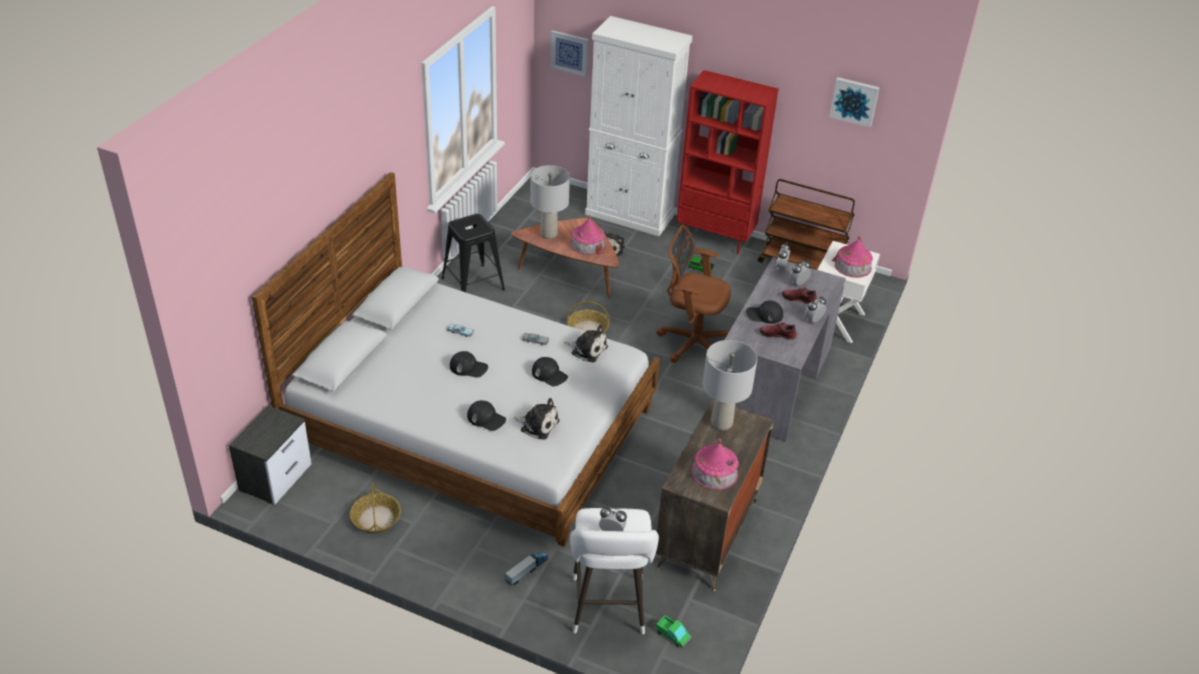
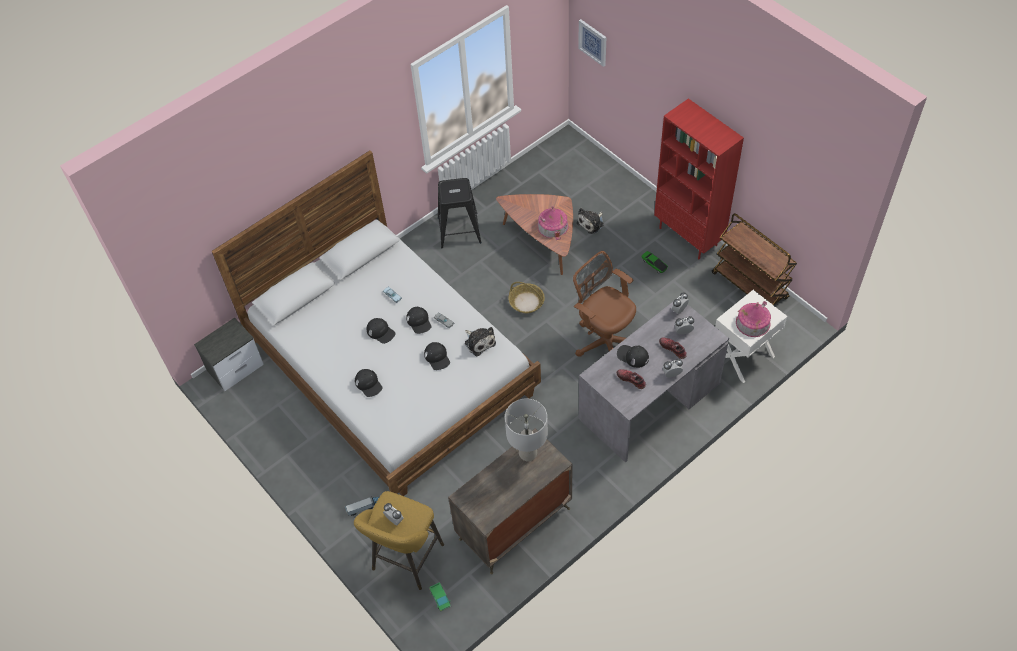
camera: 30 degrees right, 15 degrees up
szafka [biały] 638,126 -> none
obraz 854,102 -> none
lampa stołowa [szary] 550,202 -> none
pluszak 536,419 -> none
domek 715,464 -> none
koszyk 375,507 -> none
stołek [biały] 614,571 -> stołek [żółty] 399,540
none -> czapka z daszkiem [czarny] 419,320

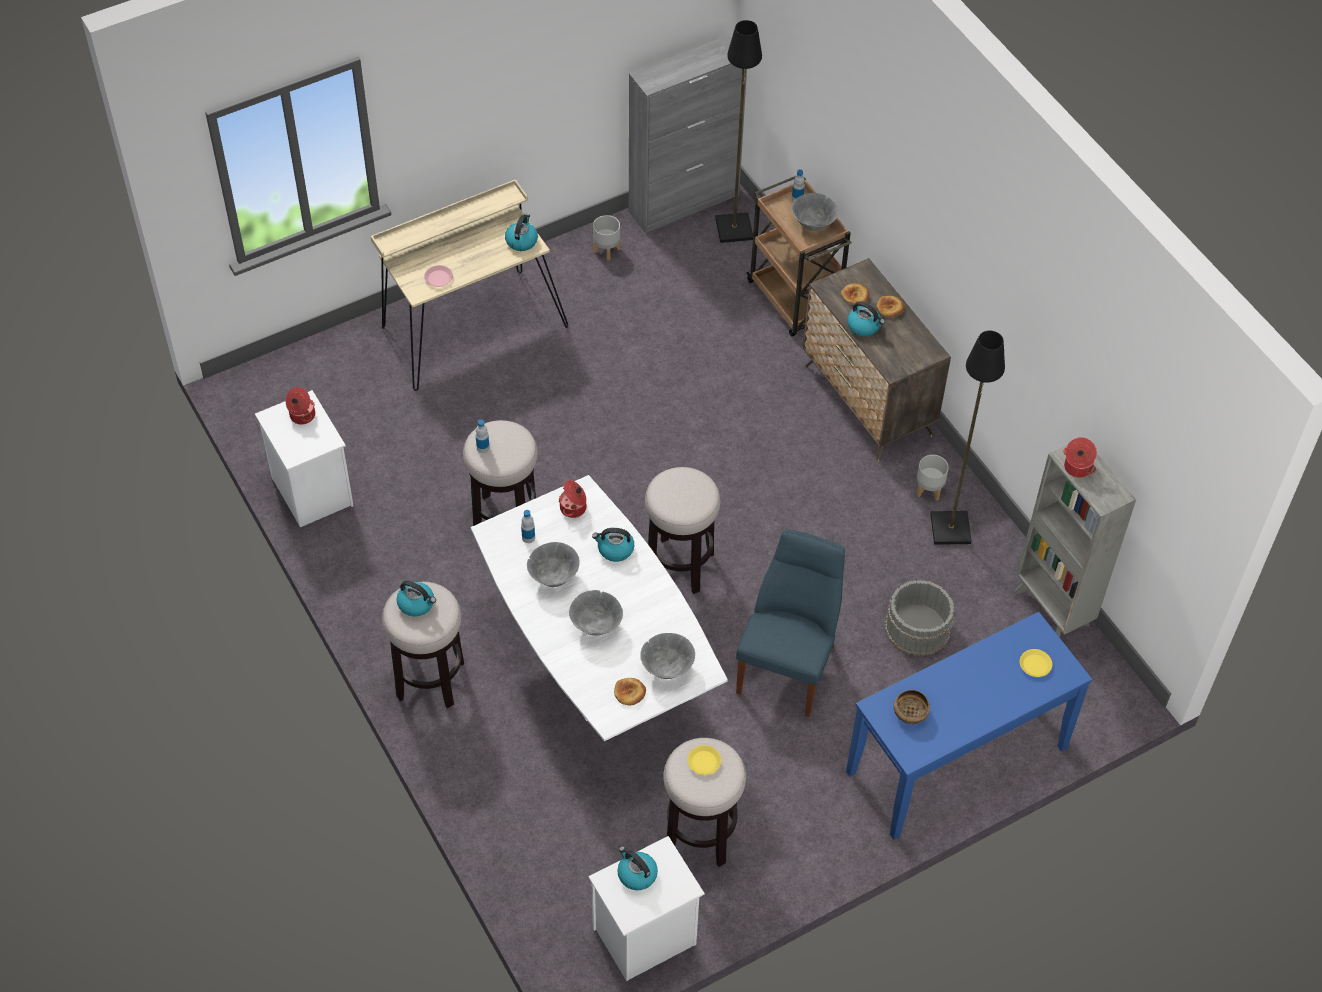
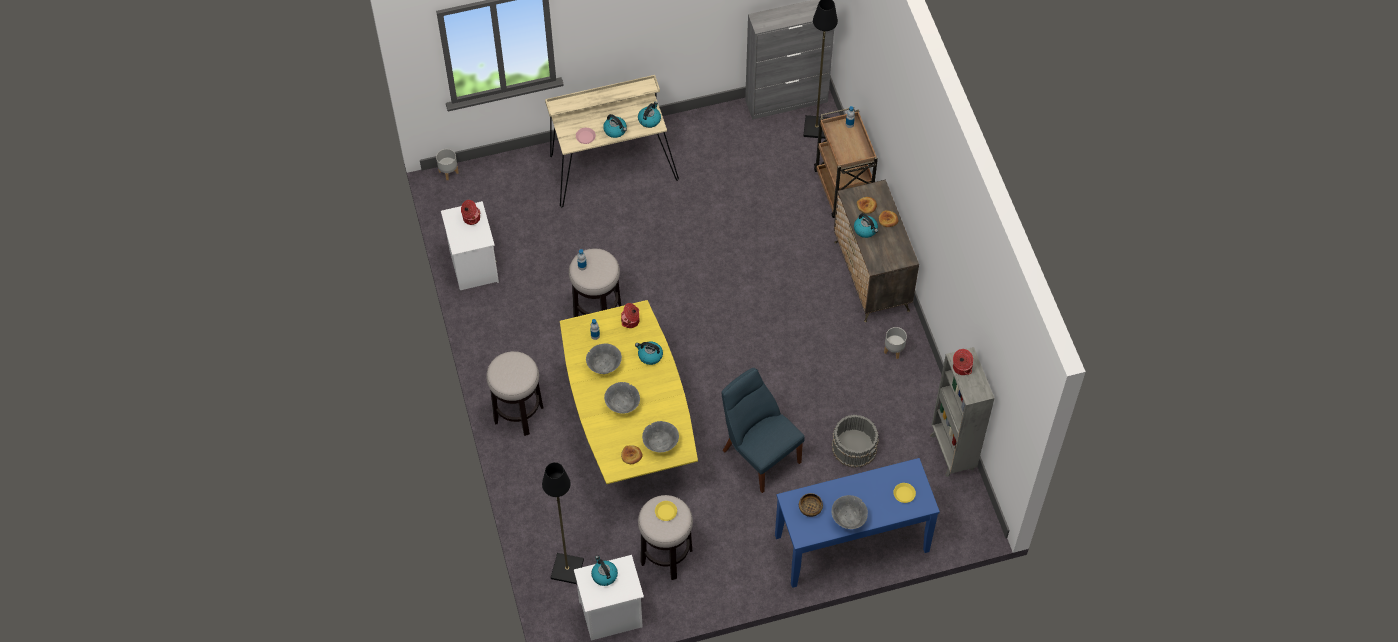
camera: 15 degrees right, 5 degrees up
miska [szary] 815,212 -> miska [szary] 850,512, relocated
donica [szary] 606,237 -> donica [szary] 447,164, relocated
lampa stojąca [czarny] 967,438 -> lampa stojąca [czarny] 563,523, relocated
stołek 682,530 -> none
stół jadalny [biały] 599,608 -> stół jadalny [żółty] 629,392
krzesło [niebieski] 790,623 -> krzesło [niebieski] 763,430, 75 degrees counterclockwise
czajnik 416,599 -> czajnik 615,126, relocated

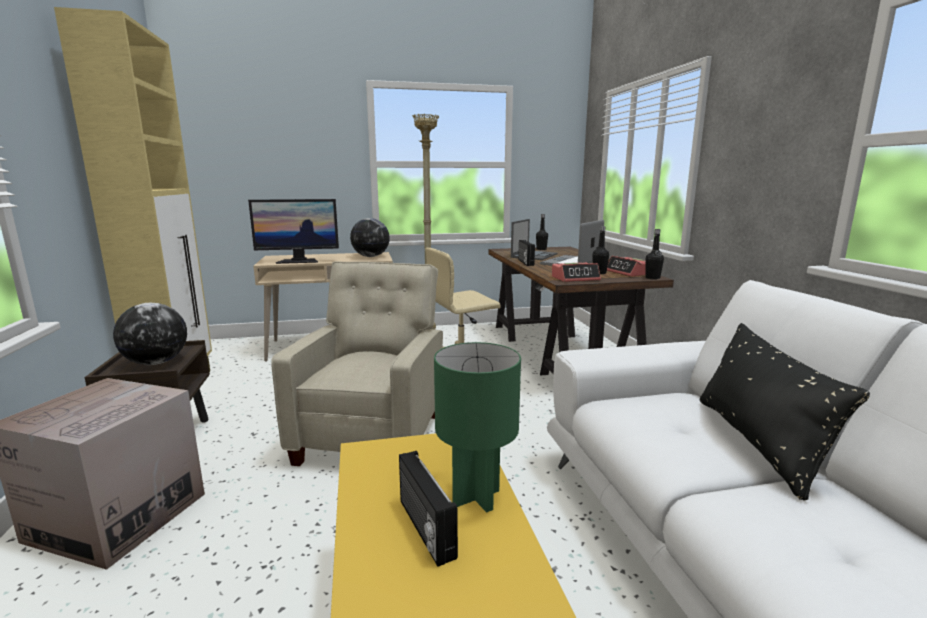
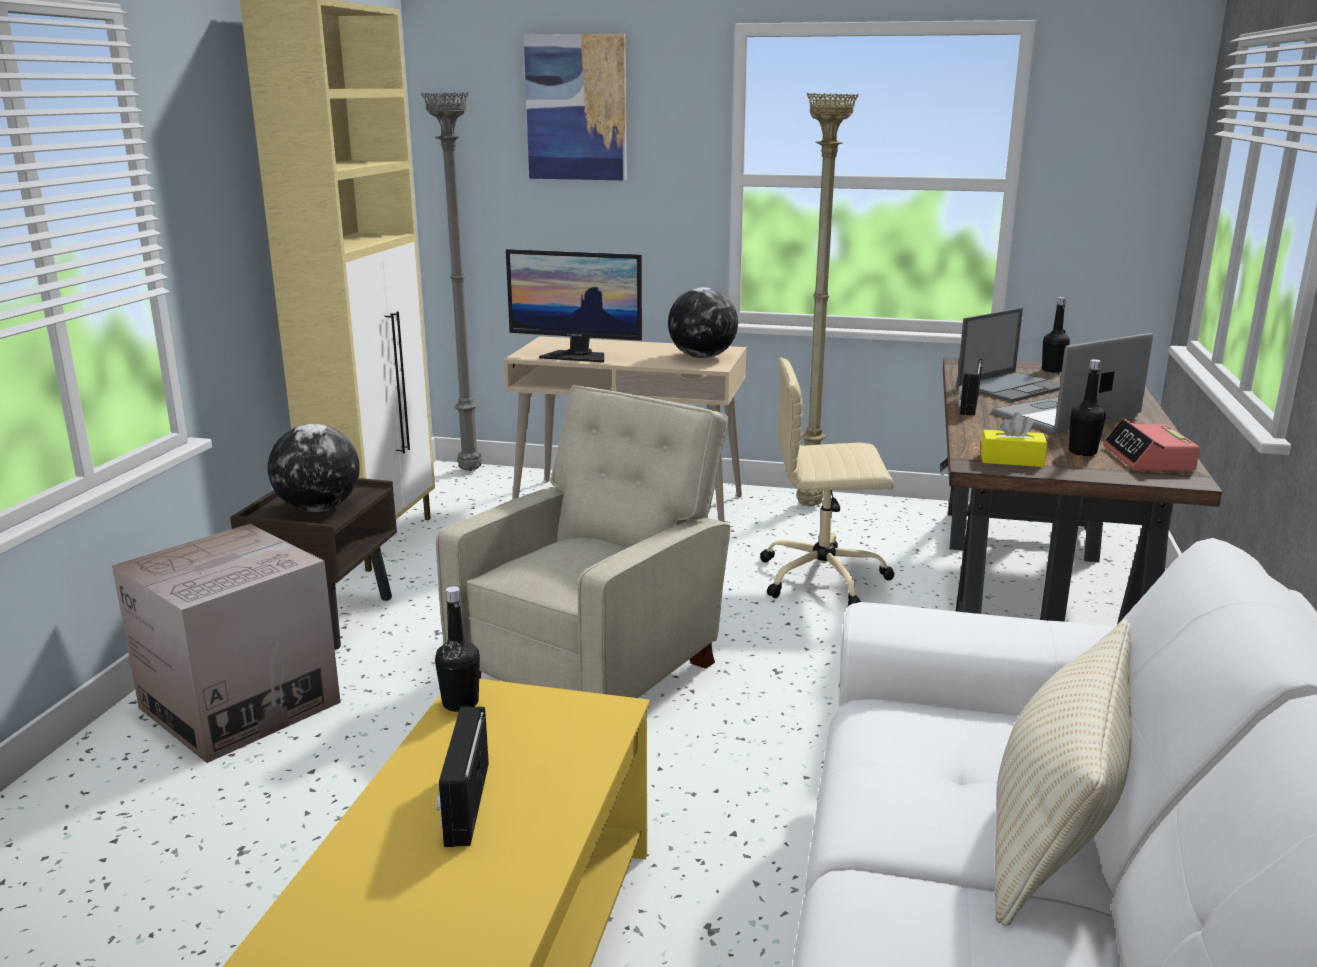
camera: 25 degrees right, 5 degrees up
butelka [czarny] 654,254 -> butelka [czarny] 457,649, relocated
budzik 576,272 -> pudełko chusteczek [żółty] 1014,439
poduszka [czarny] 784,412 -> poduszka [beżowy] 1063,772
lampa stołowa [zielony] 477,427 -> none
none -> obraz 575,107
none -> lampa stojąca [szary] 451,281

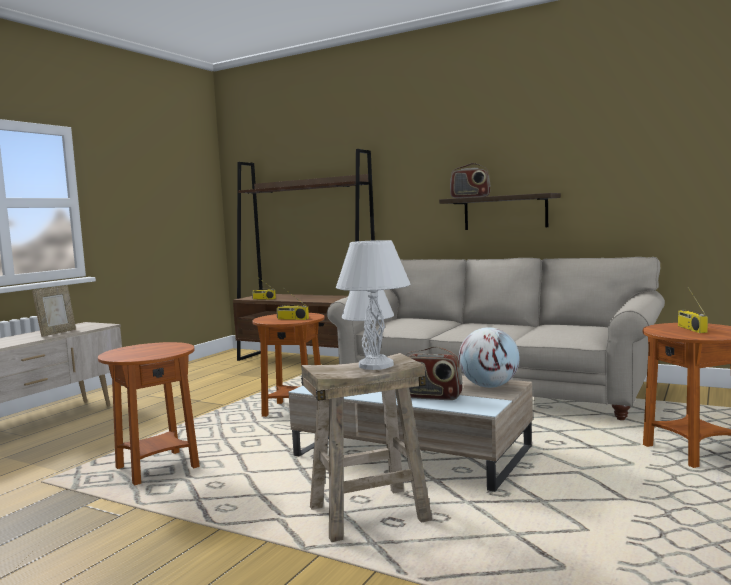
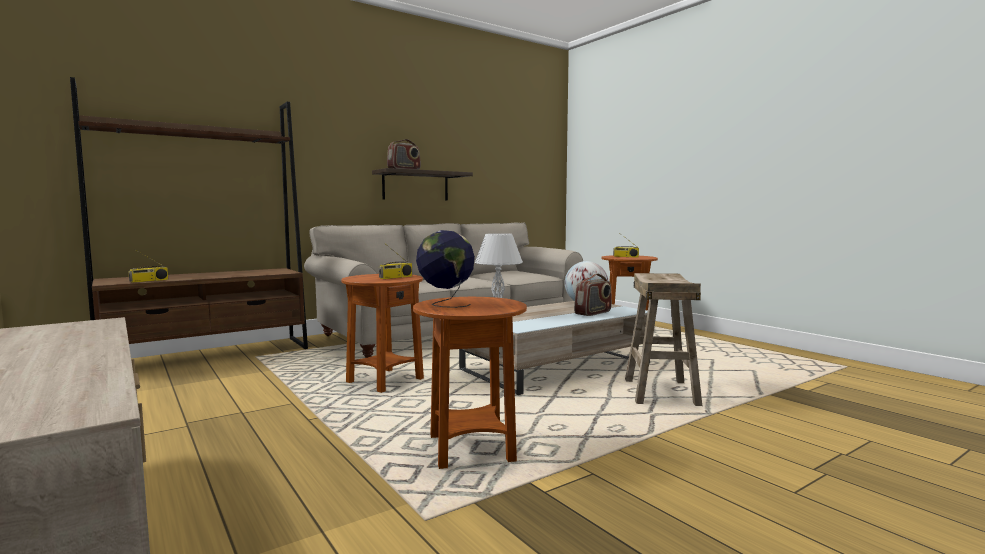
camera: 65 degrees left, 0 degrees up
lampa stołowa [biały] 373,305 -> none
ramka na zdjęcie 54,311 -> none
none -> globus 445,269

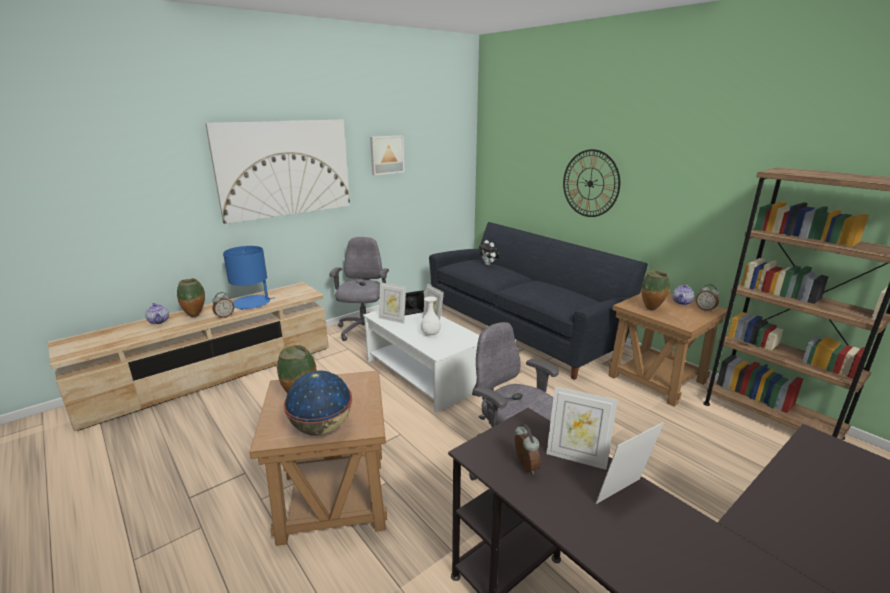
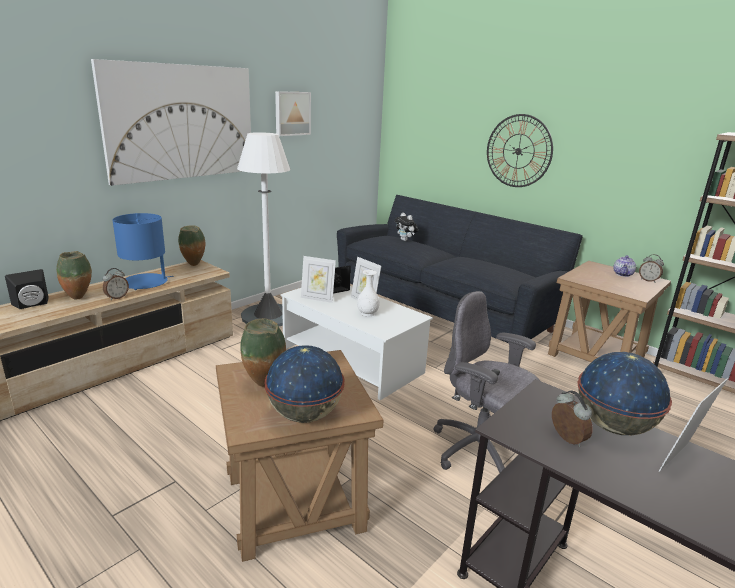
camera: 10 degrees left, 0 degrees up
krzesło biurowe [szary] 359,289 -> lampa stojąca [biały] 264,229
wazon 655,290 -> wazon 191,245, relocated
imbryk 157,313 -> głośnik [czarny] 27,289
ramka na zdjęcie 582,428 -> globus 625,394

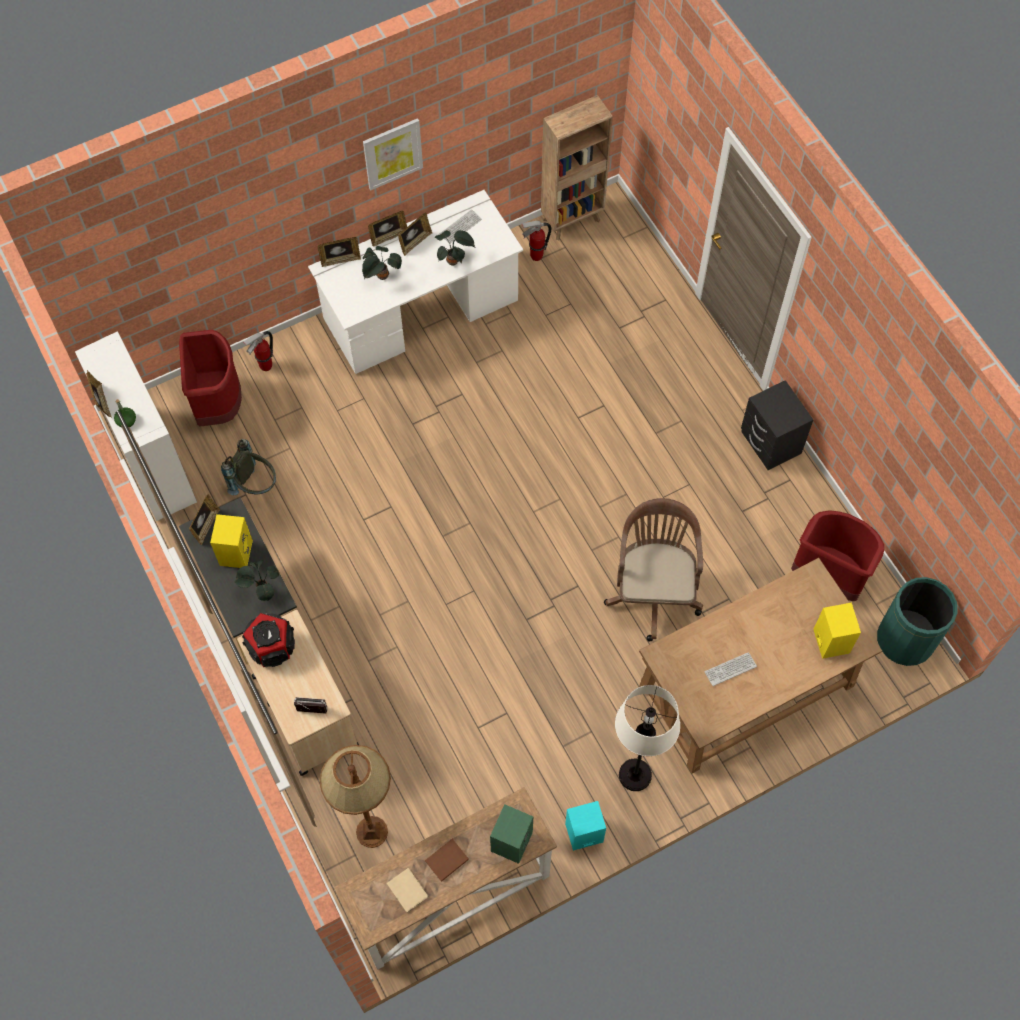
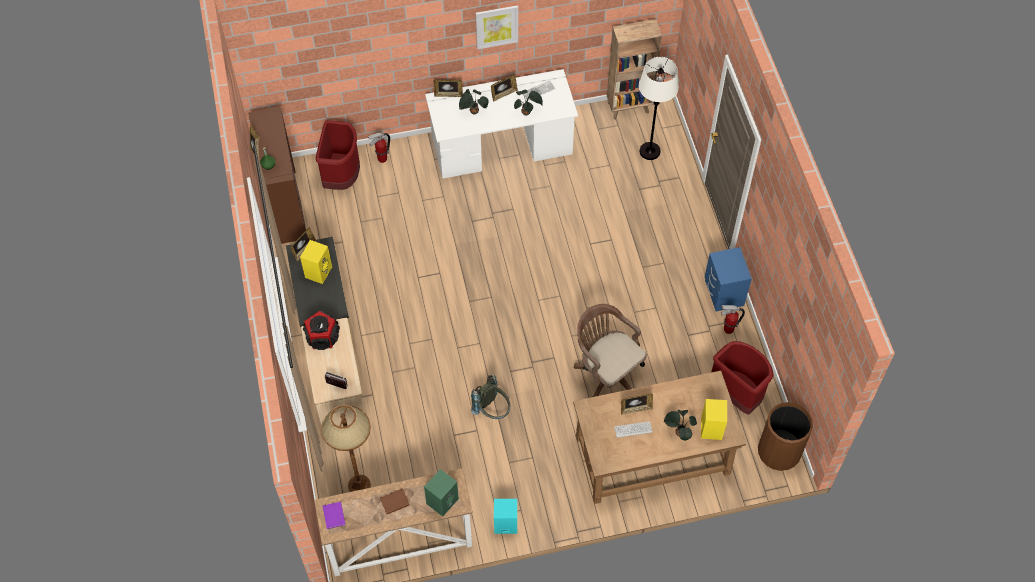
camera: 15 degrees right, 5 degrees down
ramka na zdjęcie 387,229 -> ramka na zdjęcie 637,404, relocated
gaśnica 536,241 -> gaśnica 733,319, relocated
szafka [biały] 136,426 -> szafka [brązowy] 277,175
szafka nocna [czarny] 777,425 -> szafka nocna [niebieski] 728,279
plecak [szary] 248,467 -> plecak [szary] 490,397, relocated
krzesło biurowe [brązowy] 653,570 -> krzesło biurowe [brązowy] 610,350, 60 degrees counterclockwise
roślina doniczkowa 257,580 -> roślina doniczkowa 680,425, relocated
kosz na śmieci [zielony] 917,621 -> kosz na śmieci [brązowy] 785,436
lampa stojąca [biały] 647,738 -> lampa stojąca [biały] 659,108, relocated
książka [beżowy] 407,890 -> none
none -> książka [fioletowy] 334,515

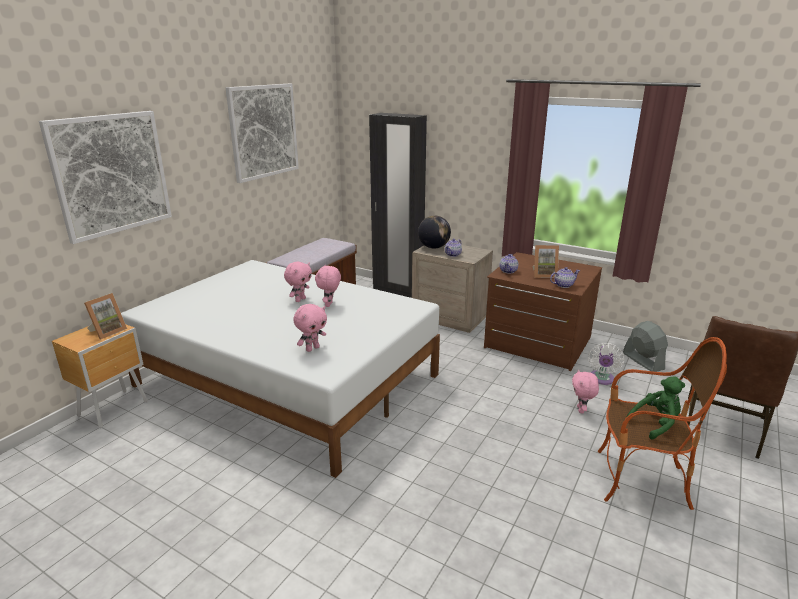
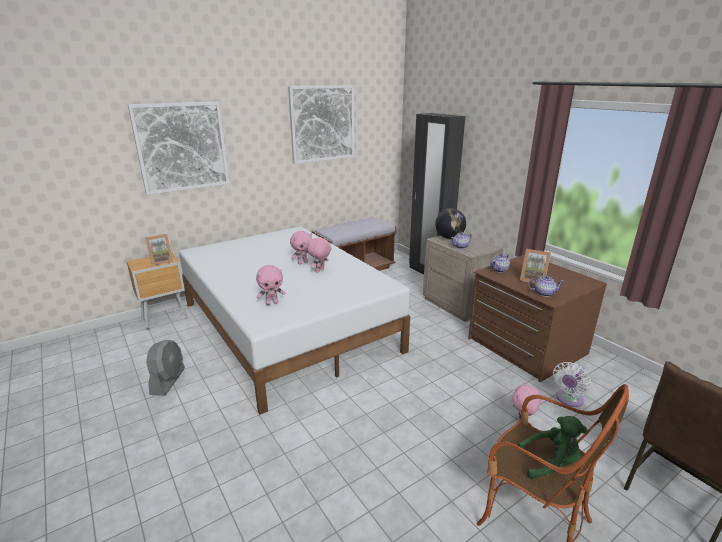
camera: 25 degrees right, 0 degrees up
wentylator [szary] 645,346 -> wentylator [szary] 165,368, relocated

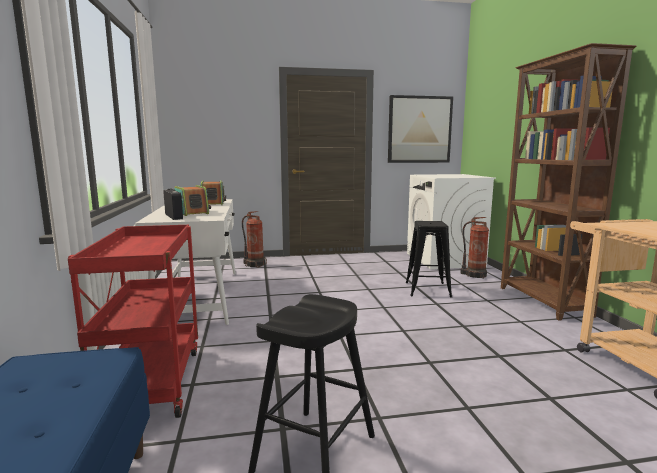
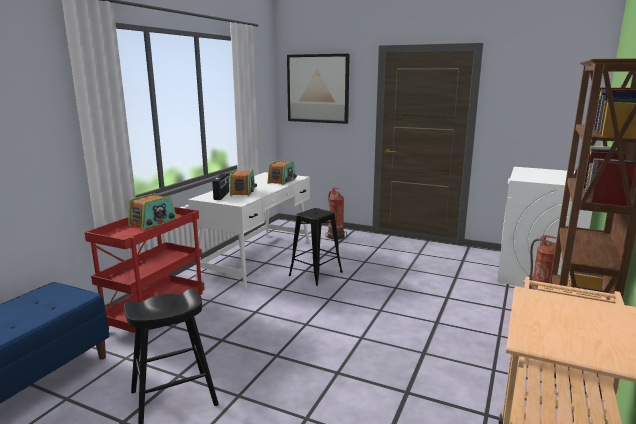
camera: 35 degrees right, 5 degrees up
obraz 420,129 -> obraz 318,89, relocated
stołek [czarny] 429,259 -> stołek [czarny] 316,247, relocated
none -> radio 152,211

